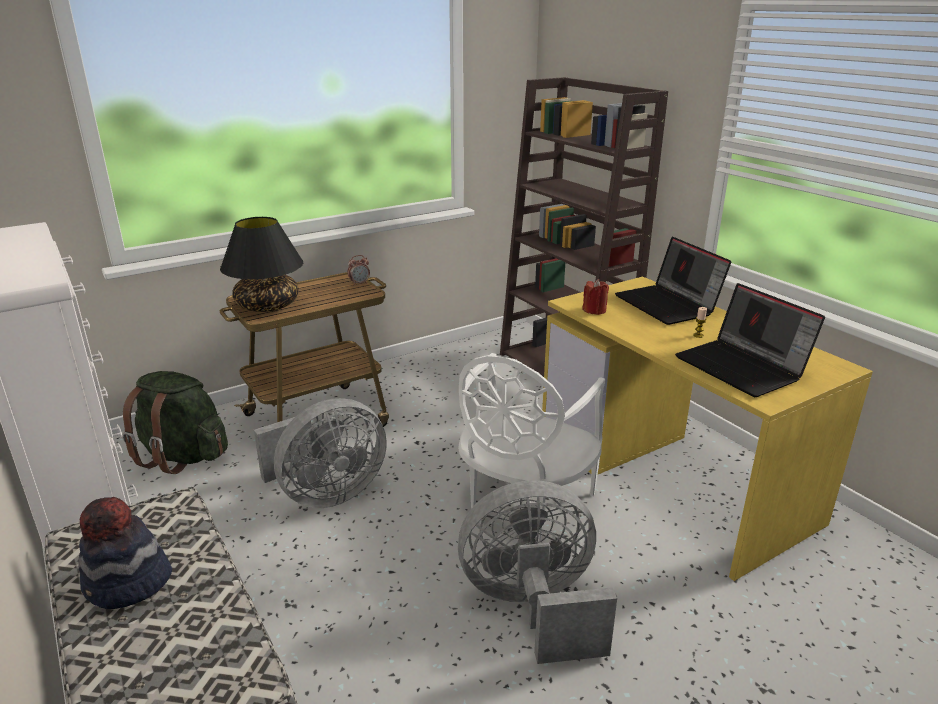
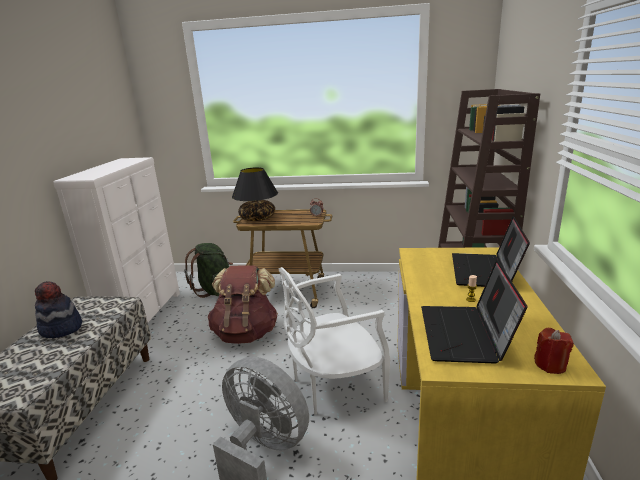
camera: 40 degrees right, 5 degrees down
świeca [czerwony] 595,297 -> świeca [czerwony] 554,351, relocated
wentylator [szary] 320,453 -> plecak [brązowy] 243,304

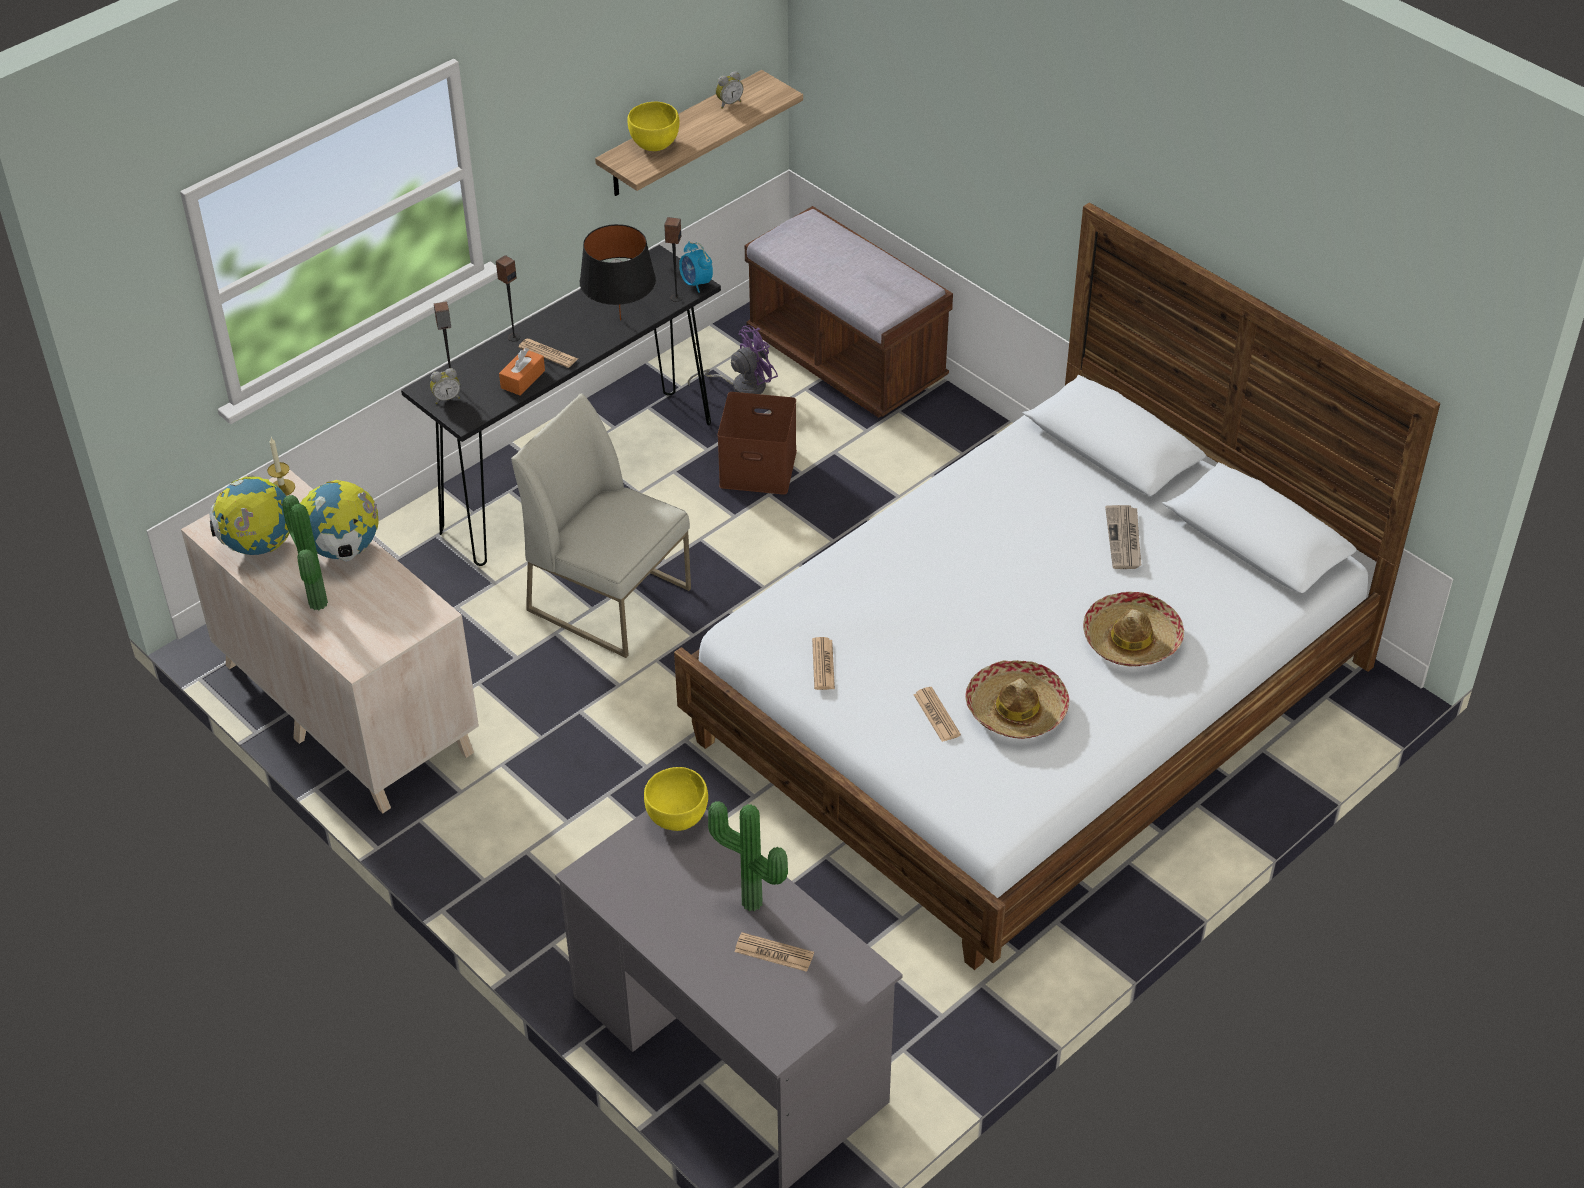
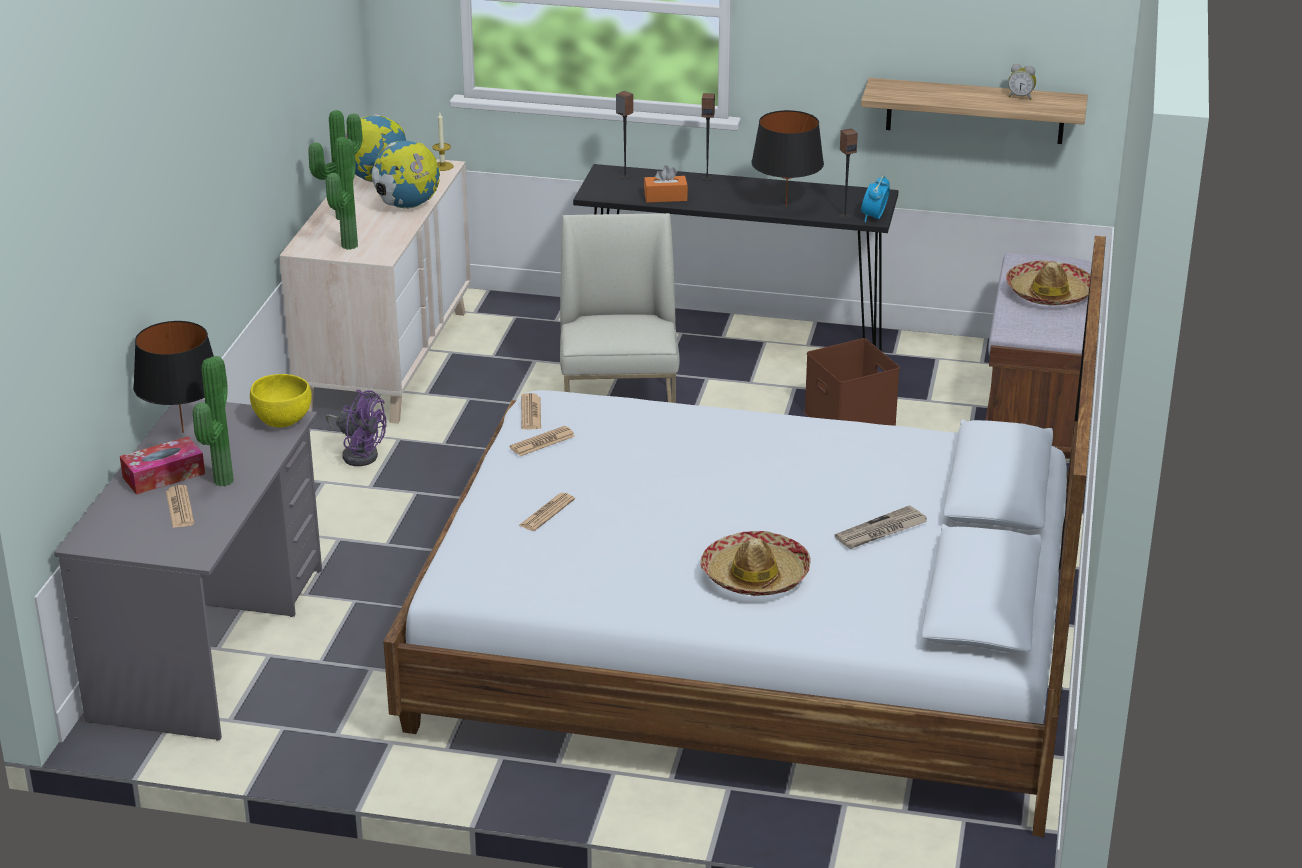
camera: 55 degrees right, 15 degrees down
miska [żółty] 653,126 -> none
wentylator [fioletowy] 733,359 -> wentylator [fioletowy] 356,428, relocated
gazeta 548,353 -> gazeta 531,411, relocated
budzik 445,386 -> none
kapelusz 1017,699 -> kapelusz 1048,282, relocated
none -> roślina doniczkowa 342,193
none -> lampa stołowa [czarny] 173,377
none -> pudełko chusteczek 162,466

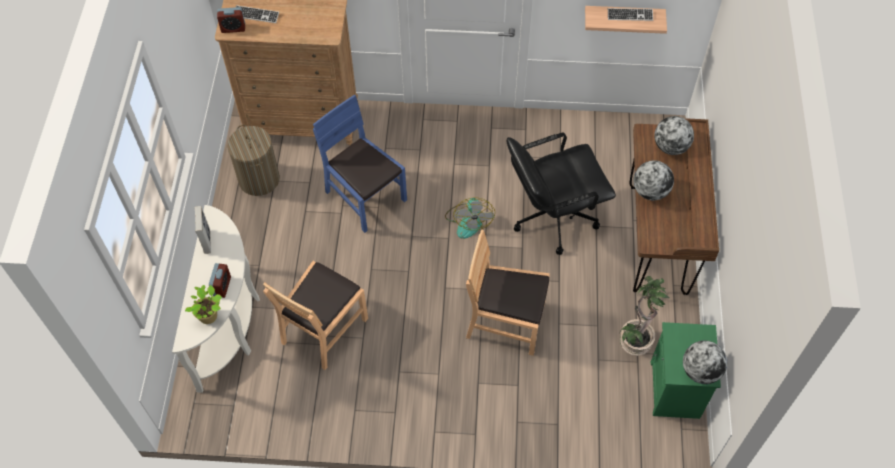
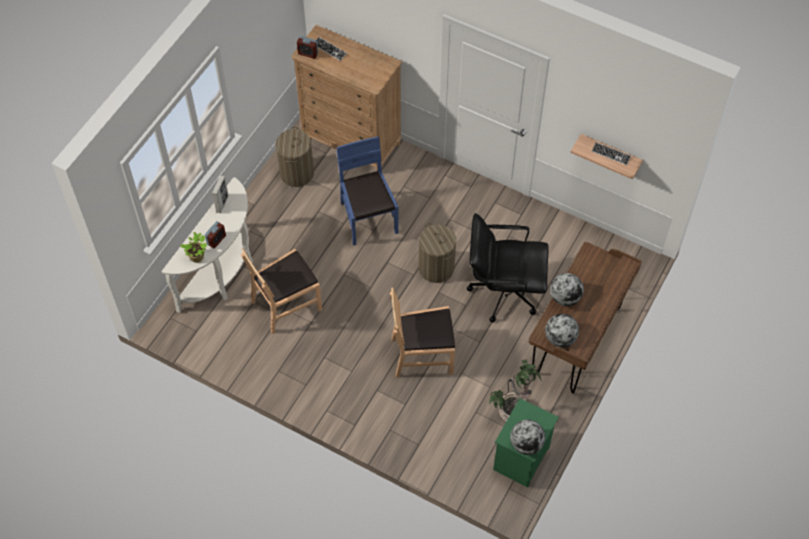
camera: 25 degrees right, 0 degrees up
globus 674,135 -> globus 562,331, relocated
wentylator 470,218 -> kosz na pranie 437,253
krzesło [brązowy] 508,292 -> krzesło [brązowy] 422,332, 45 degrees counterclockwise

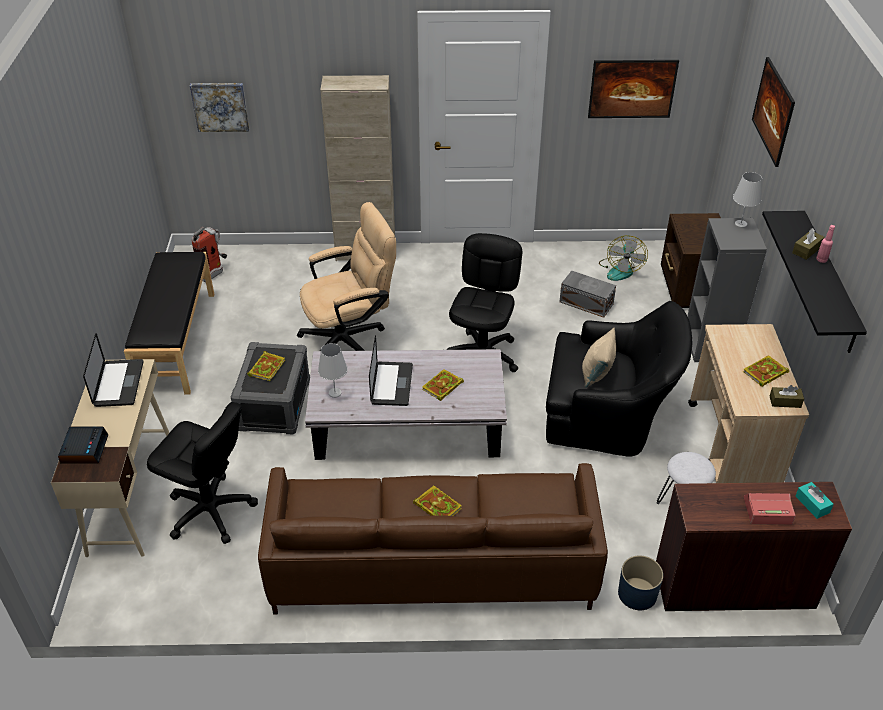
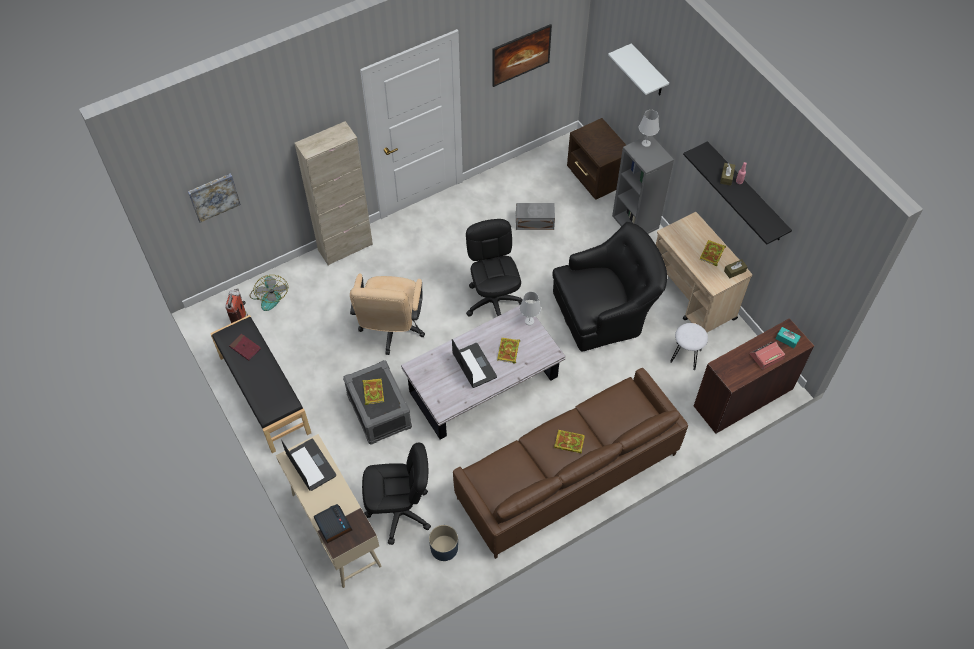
camera: 30 degrees left, 15 degrees up
obraz 773,112 -> półka [biały] 638,69
krzesło biurowe [beżowy] 346,276 -> krzesło biurowe [beżowy] 387,314, 150 degrees clockwise
wentylator 623,258 -> wentylator 268,293, relocated
poduszka [beżowy] 599,358 -> none
lampa stołowa [biały] 333,370 -> lampa stołowa [biały] 530,308, relocated
donica [niebieski] 640,583 -> donica [niebieski] 443,543, relocated
none -> książka [czerwony] 245,347

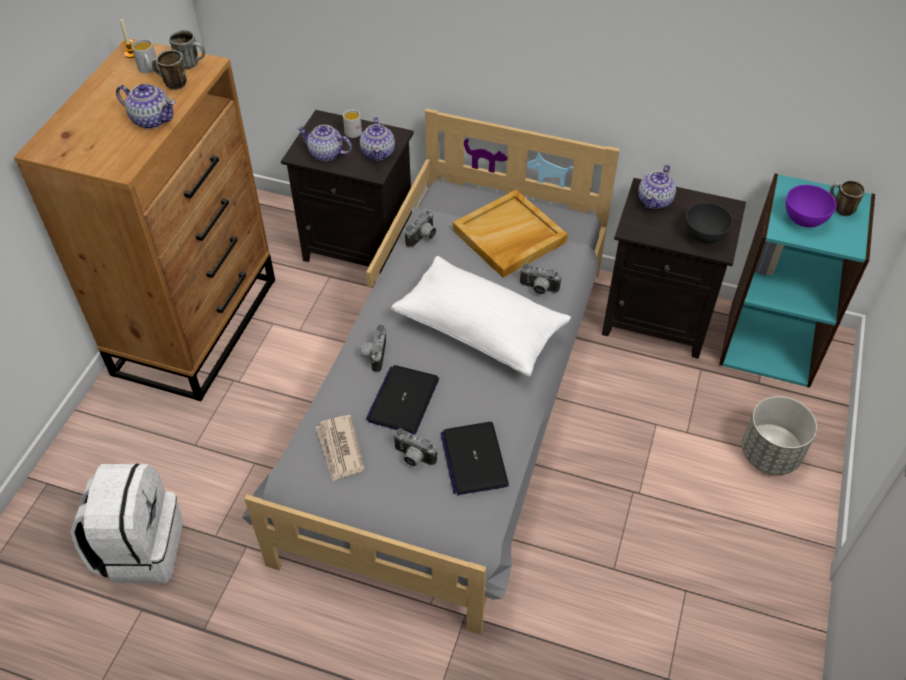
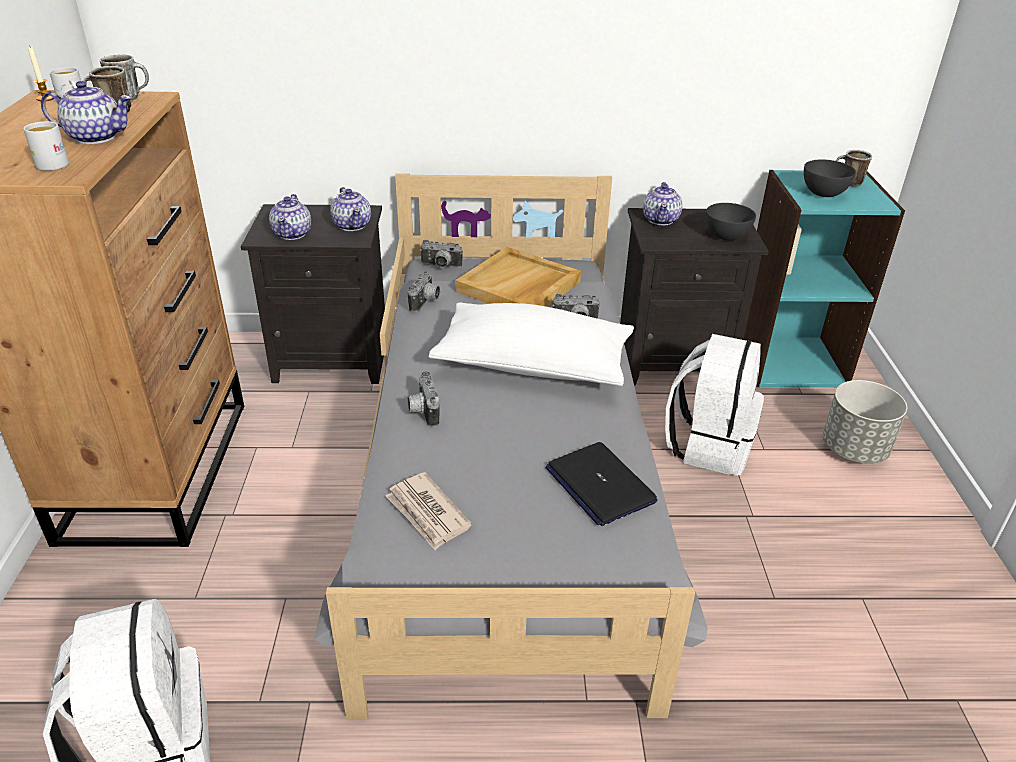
camera: 20 degrees left, 15 degrees down
kubek [biały] 352,124 -> kubek [biały] 46,146, relocated
imbryk 324,143 -> imbryk 290,217, 90 degrees counterclockwise
miska [fioletowy] 811,206 -> miska [szary] 830,178
laptop 402,400 -> none
aparat fotograficzny 415,447 -> aparat fotograficzny 441,254, relocated
none -> plecak [biały] 714,405

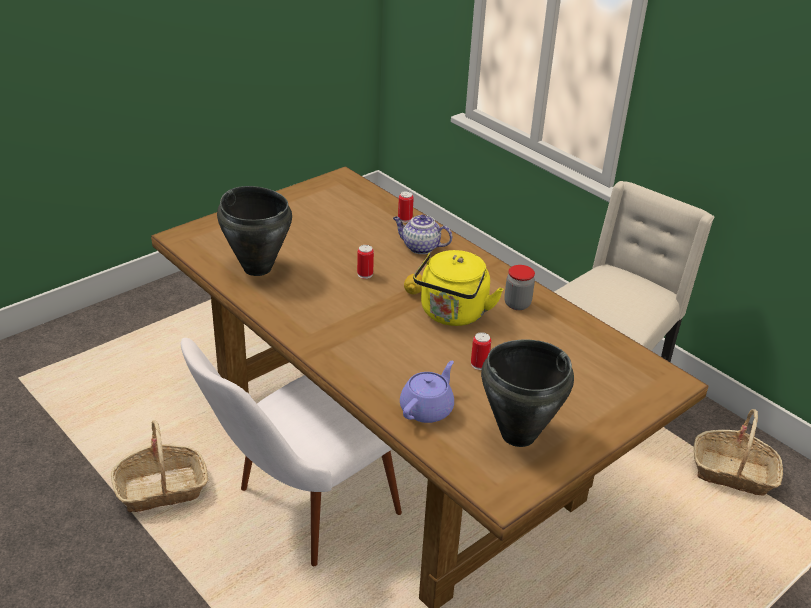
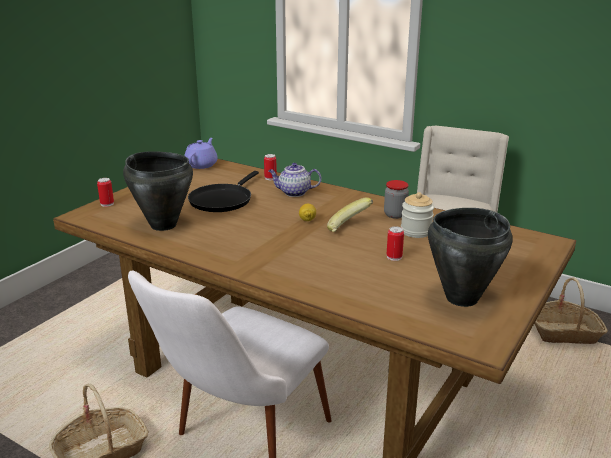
camera: 15 degrees left, 10 degrees down
puszka 365,262 -> puszka 105,192, relocated
czajnik [żółty] 458,288 -> banan 350,214
imbryk [fioletowy] 427,391 -> imbryk [fioletowy] 201,153, relocated
none -> patelnia [czarny] 223,191
none -> słoik 417,215

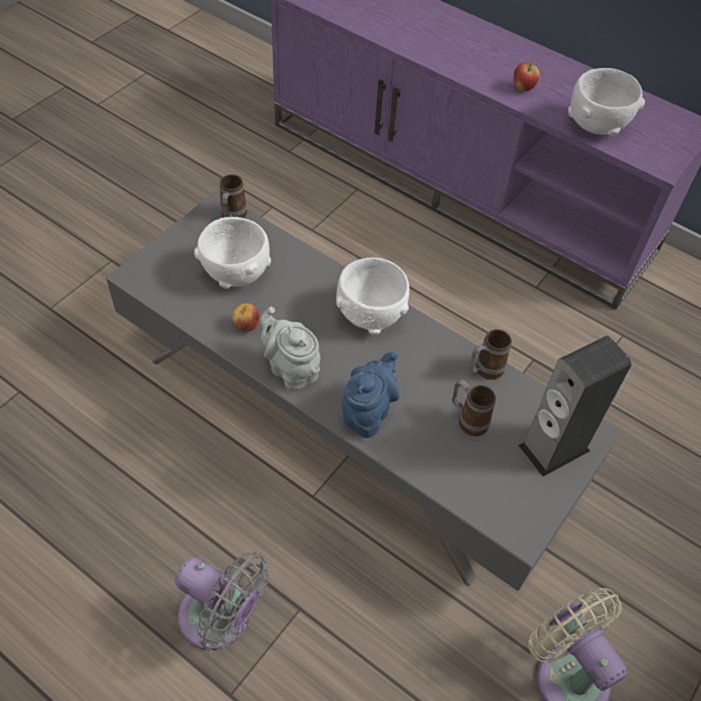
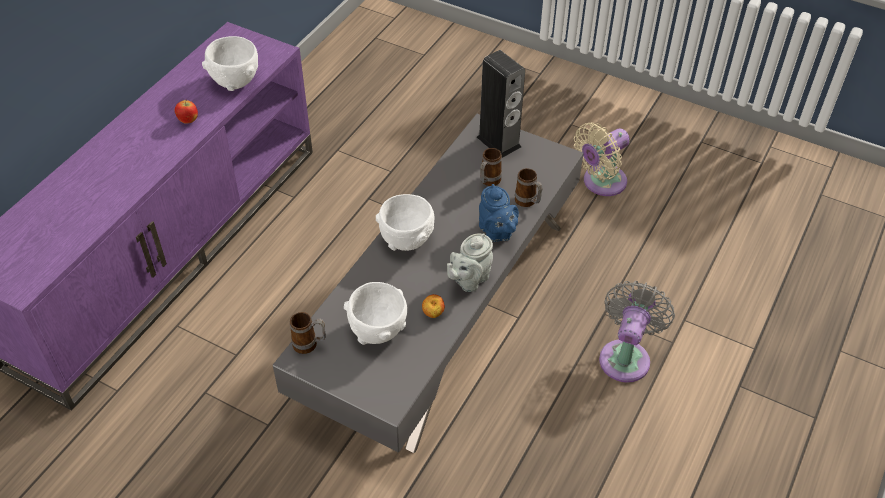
camera: 95 degrees left, 5 degrees down
kubek 491,354 -> kubek 529,187, relocated
imbryk [niebieski] 370,395 -> imbryk [niebieski] 499,213, 135 degrees counterclockwise

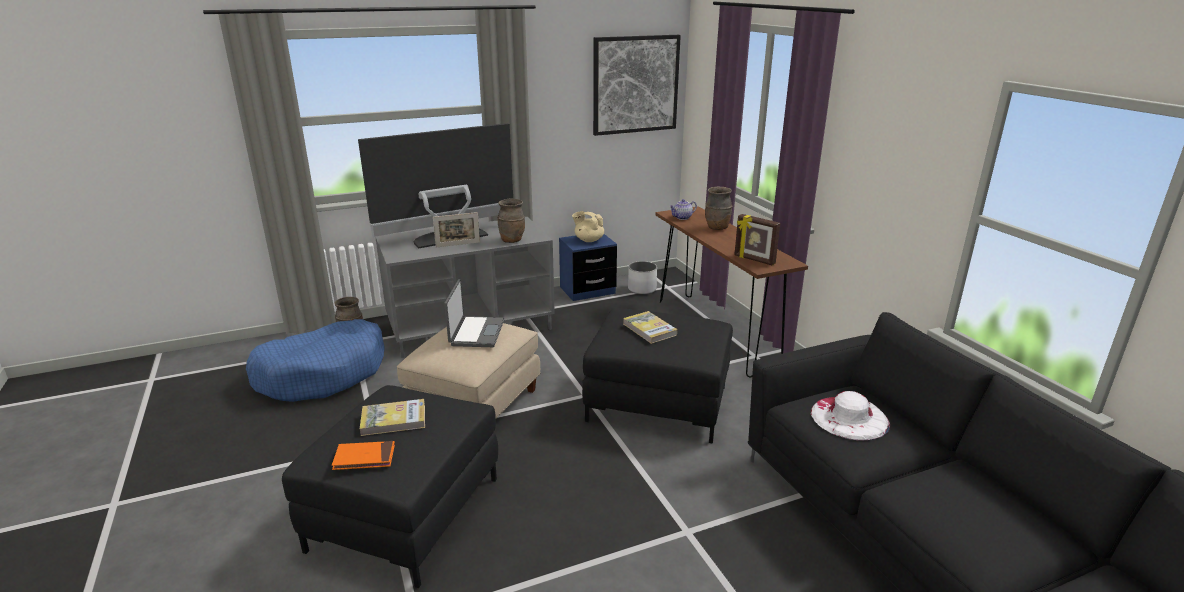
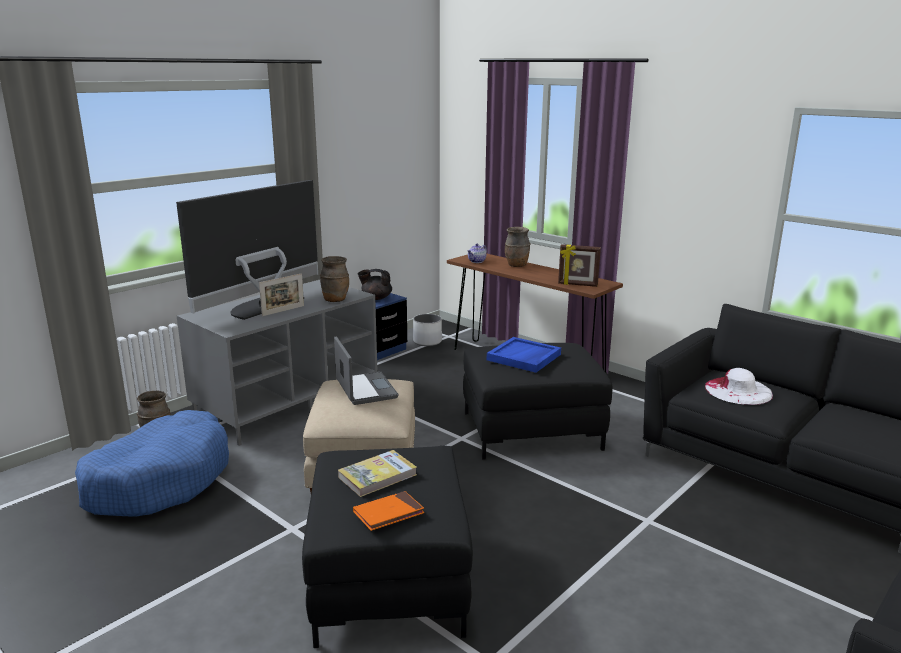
camera: 25 degrees left, 5 degrees down
obraz 637,85 -> none
imbryk [beżowy] 588,226 -> imbryk [czarny] 375,284
książka 650,327 -> taca [niebieski] 524,355

